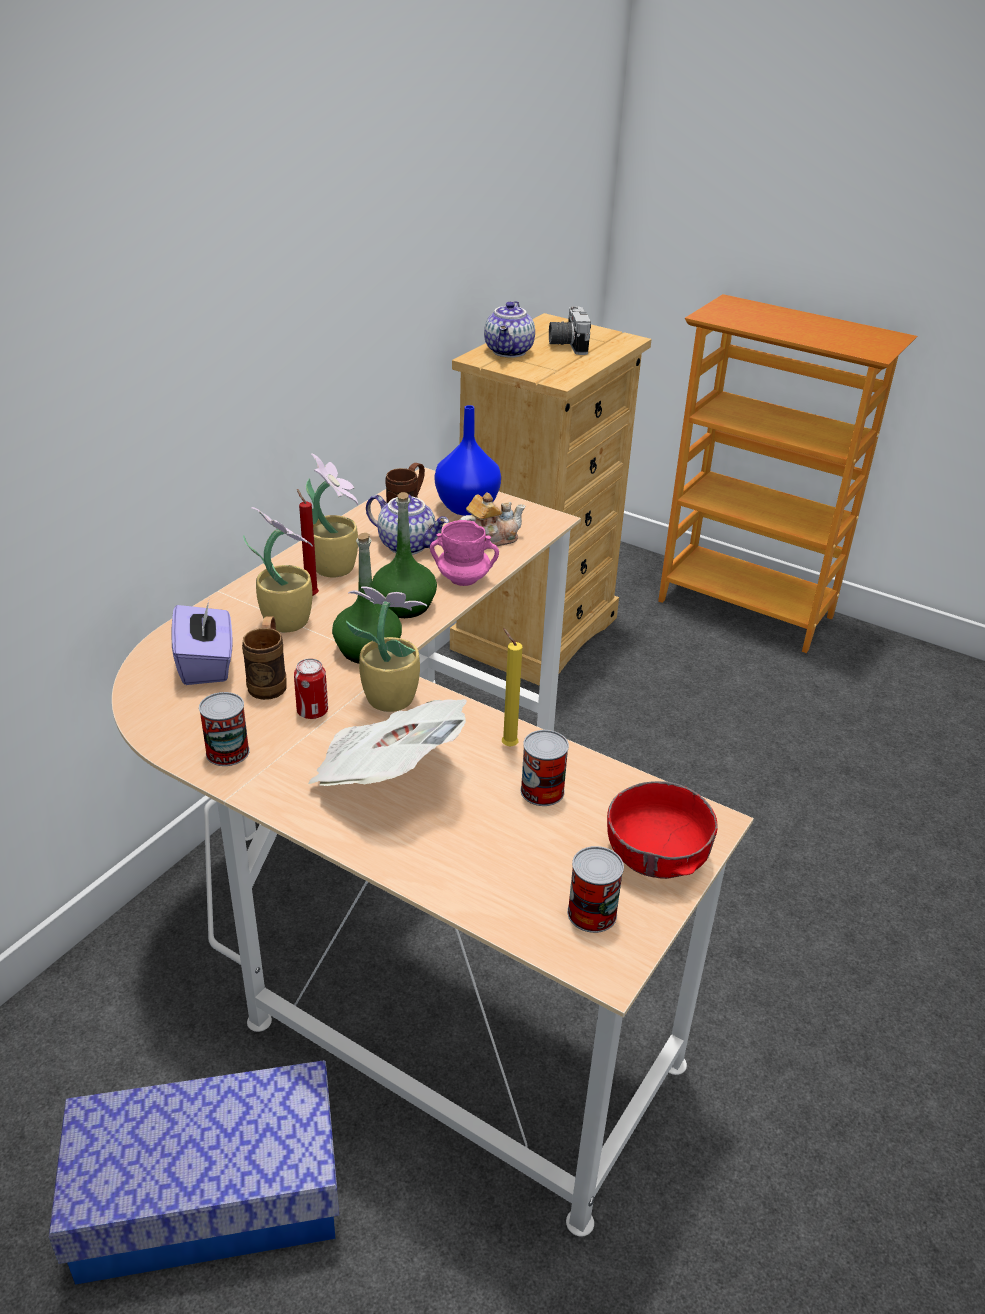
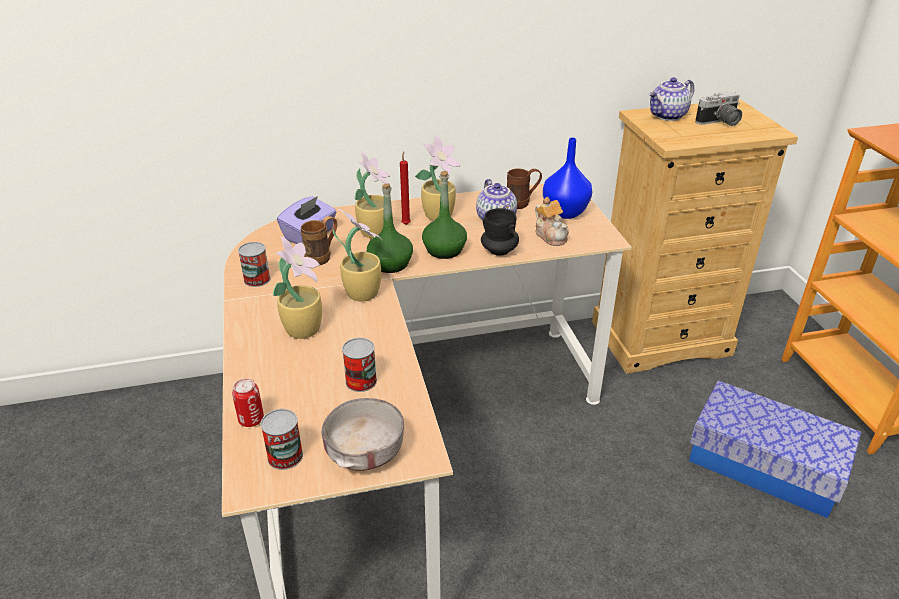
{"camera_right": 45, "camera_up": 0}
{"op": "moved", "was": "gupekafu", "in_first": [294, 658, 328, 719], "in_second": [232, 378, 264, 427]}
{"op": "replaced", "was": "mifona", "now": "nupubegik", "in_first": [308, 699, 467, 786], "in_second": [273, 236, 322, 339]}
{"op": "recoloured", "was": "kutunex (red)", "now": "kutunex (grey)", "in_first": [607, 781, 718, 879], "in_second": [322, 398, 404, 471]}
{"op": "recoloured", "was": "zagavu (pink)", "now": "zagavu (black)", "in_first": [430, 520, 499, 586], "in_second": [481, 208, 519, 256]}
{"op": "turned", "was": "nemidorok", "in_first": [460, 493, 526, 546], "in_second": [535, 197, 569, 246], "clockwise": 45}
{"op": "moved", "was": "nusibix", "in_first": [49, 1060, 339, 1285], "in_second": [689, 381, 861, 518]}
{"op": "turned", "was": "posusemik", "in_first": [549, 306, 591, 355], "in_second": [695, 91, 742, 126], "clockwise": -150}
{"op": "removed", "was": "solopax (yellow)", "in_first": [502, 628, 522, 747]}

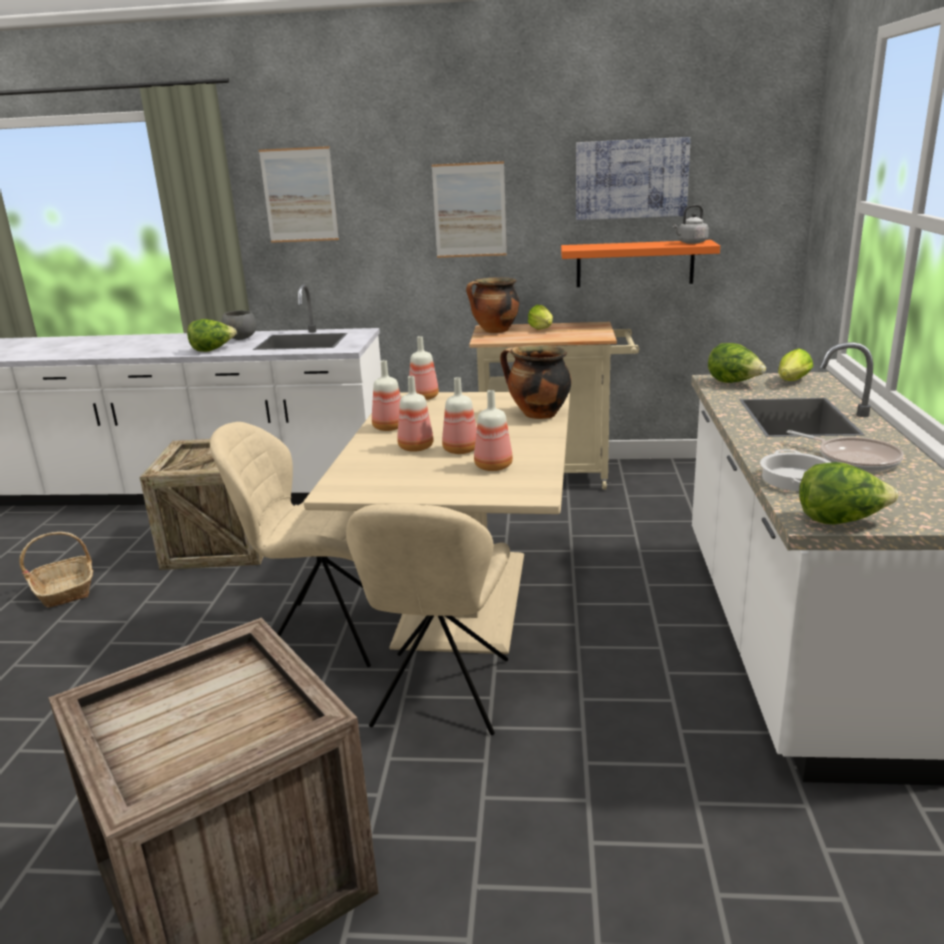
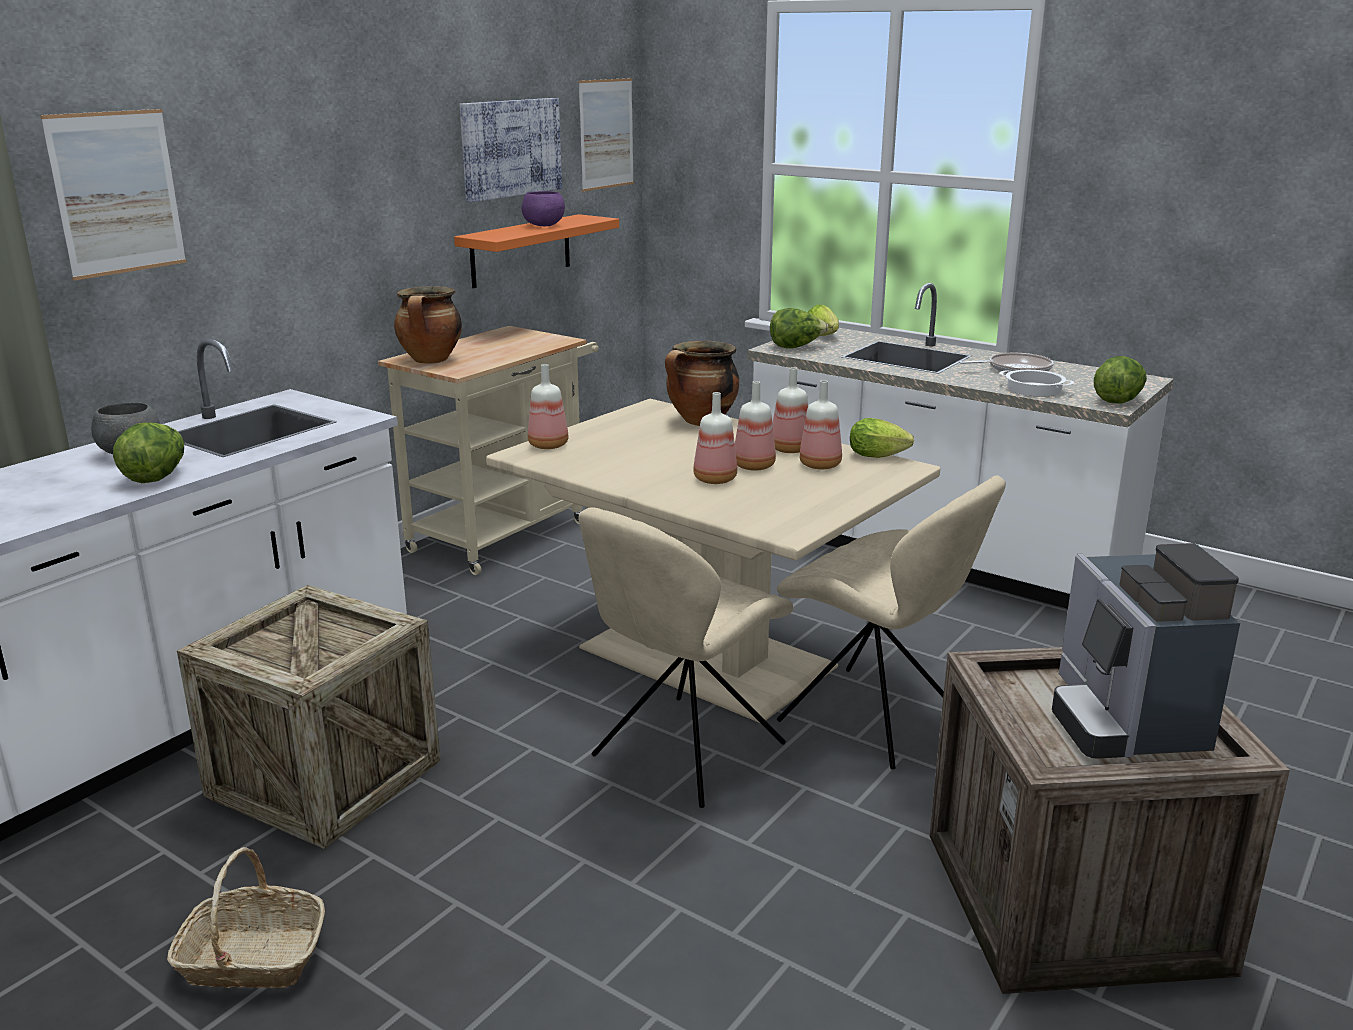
{"camera_right": -60, "camera_up": 0}
{"op": "added", "now": "kutunex (purple)", "in_second": [522, 191, 565, 226]}
{"op": "moved", "was": "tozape", "in_first": [432, 161, 507, 258], "in_second": [578, 78, 634, 192]}
{"op": "moved", "was": "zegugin", "in_first": [372, 360, 401, 431], "in_second": [772, 367, 808, 453]}
{"op": "moved", "was": "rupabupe", "in_first": [528, 305, 553, 330], "in_second": [850, 418, 914, 458]}
{"op": "added", "now": "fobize", "in_second": [1052, 543, 1240, 759]}
{"op": "removed", "was": "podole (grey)", "in_first": [672, 205, 709, 244]}

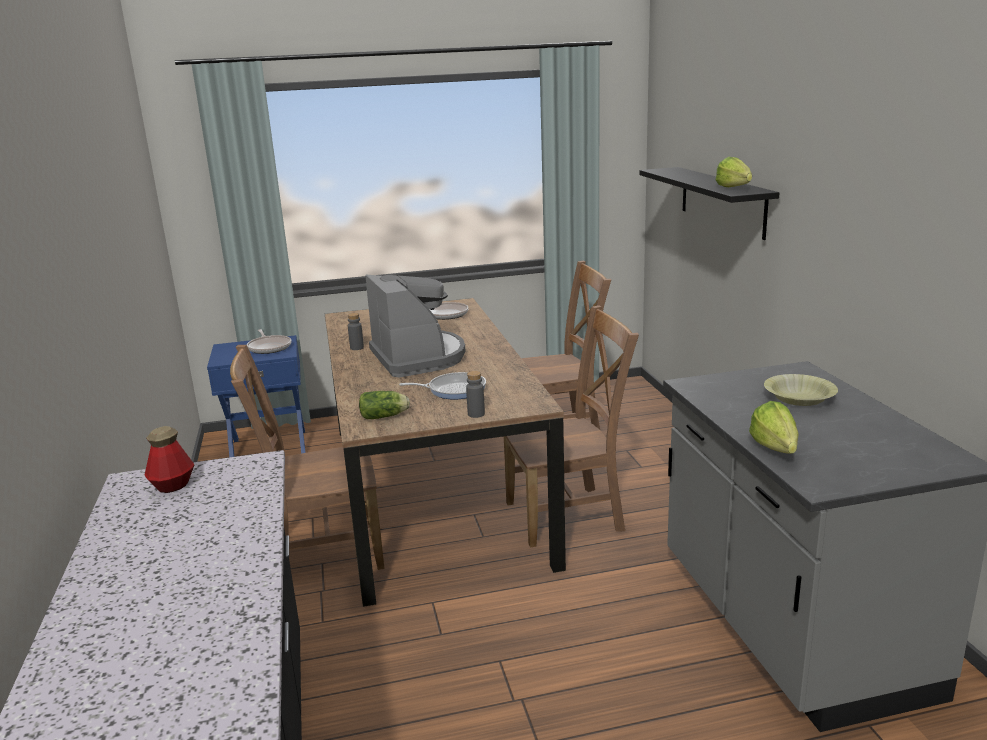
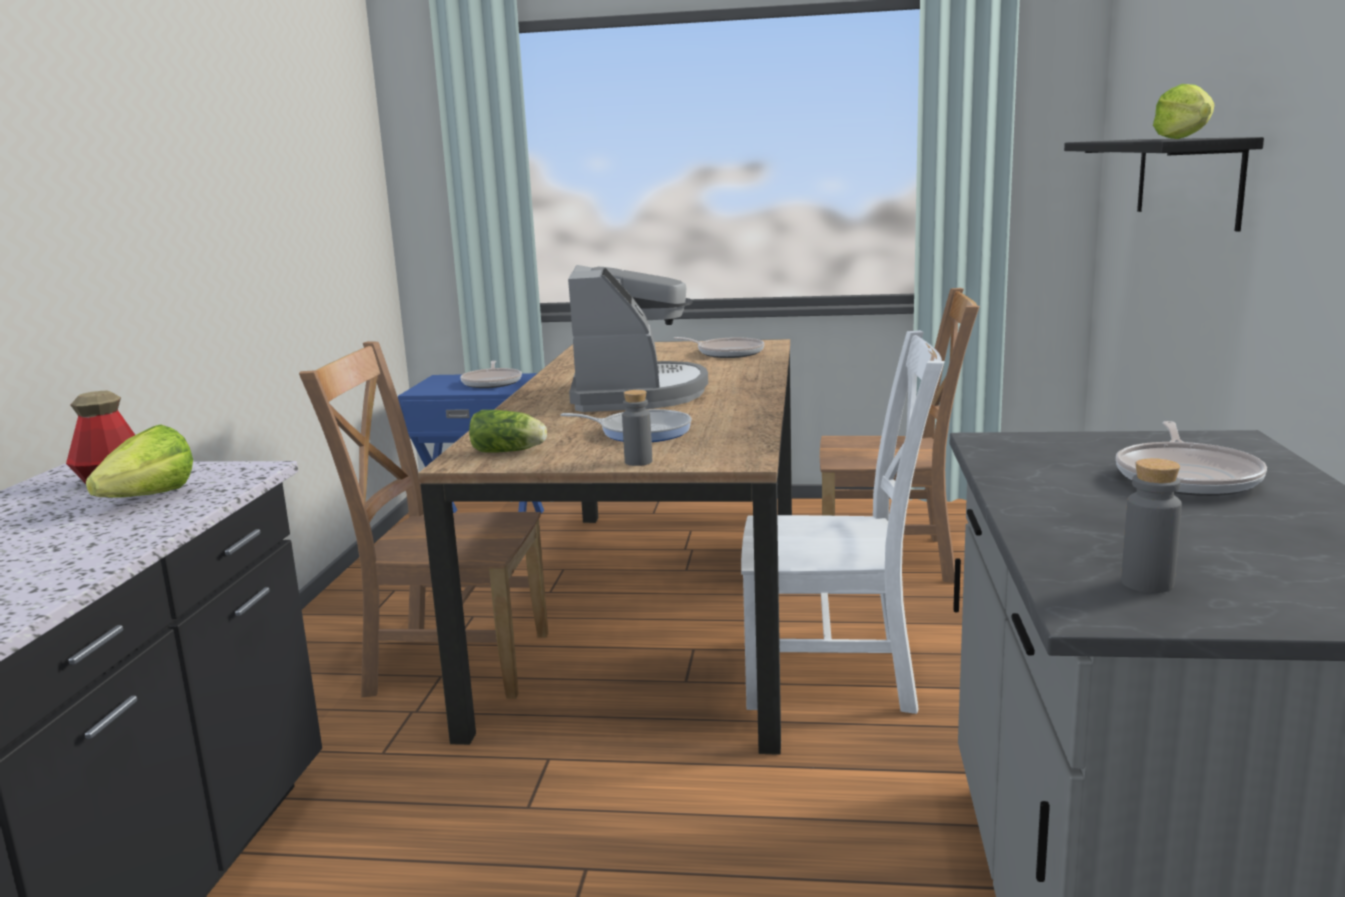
{"camera_right": 20, "camera_up": -5}
{"op": "moved", "was": "rupabupe", "in_first": [749, 401, 799, 454], "in_second": [86, 424, 193, 498]}
{"op": "recoloured", "was": "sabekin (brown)", "now": "sabekin (white)", "in_first": [504, 305, 639, 548], "in_second": [741, 330, 945, 714]}
{"op": "replaced", "was": "kutunex (yellow)", "now": "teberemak", "in_first": [764, 374, 838, 406], "in_second": [1116, 421, 1267, 496]}
{"op": "moved", "was": "zegugin (grey)", "in_first": [348, 313, 364, 350], "in_second": [1121, 458, 1182, 593]}

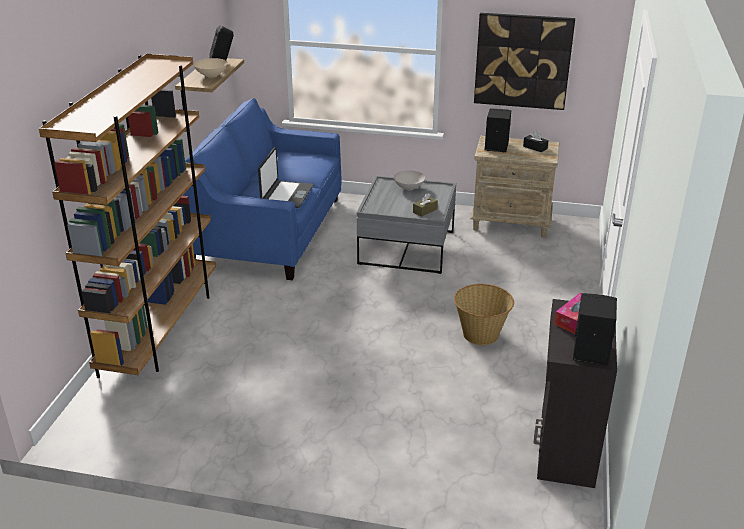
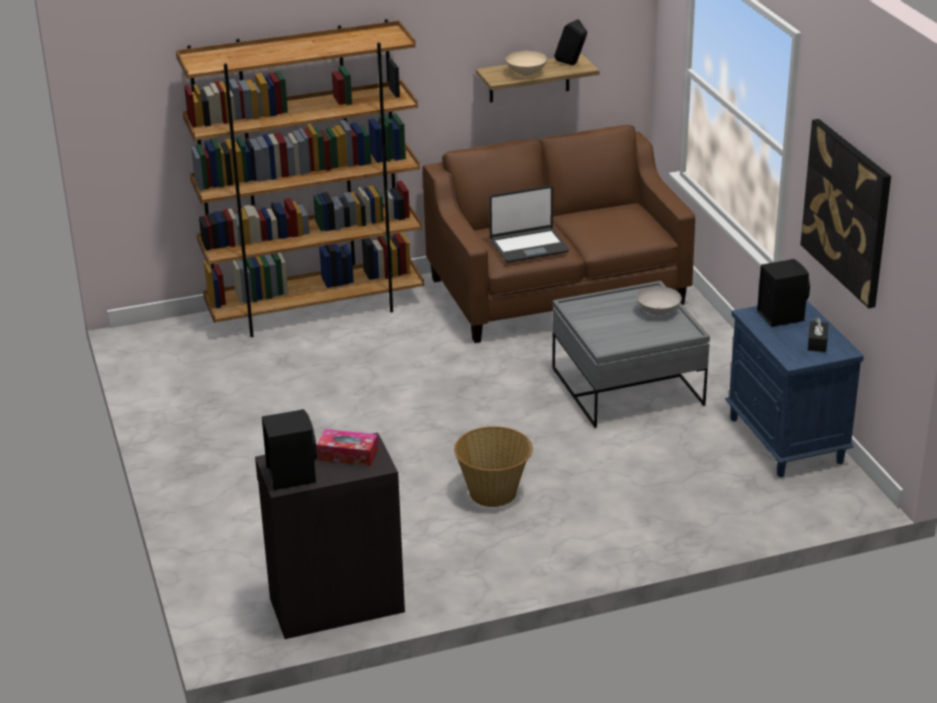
{"camera_right": 60, "camera_up": 0}
{"op": "recoloured", "was": "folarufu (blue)", "now": "folarufu (brown)", "in_first": [183, 98, 342, 280], "in_second": [423, 125, 695, 343]}
{"op": "recoloured", "was": "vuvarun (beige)", "now": "vuvarun (blue)", "in_first": [470, 136, 559, 238], "in_second": [725, 300, 864, 477]}
{"op": "removed", "was": "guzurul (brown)", "in_first": [413, 193, 438, 217]}

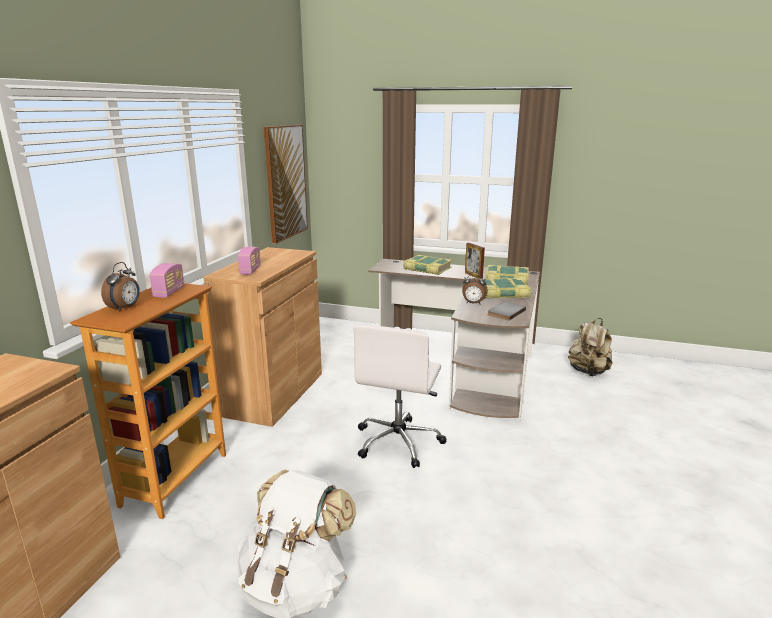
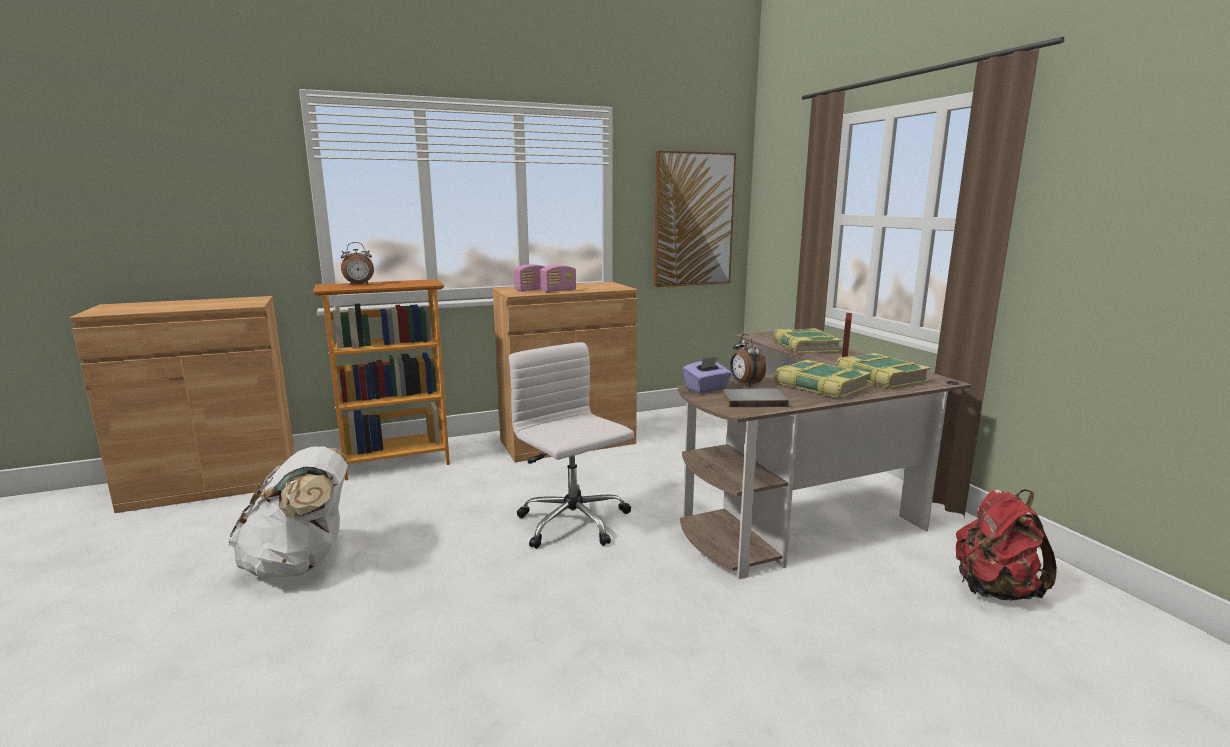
{"camera_right": 50, "camera_up": -5}
{"op": "turned", "was": "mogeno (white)", "in_first": [354, 325, 447, 468], "in_second": [509, 342, 634, 549], "clockwise": 75}
{"op": "moved", "was": "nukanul", "in_first": [150, 263, 184, 298], "in_second": [540, 265, 576, 292]}
{"op": "added", "now": "guzurul (purple)", "in_second": [683, 356, 732, 394]}
{"op": "recoloured", "was": "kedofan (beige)", "now": "kedofan (red)", "in_first": [568, 318, 613, 376], "in_second": [956, 489, 1057, 600]}

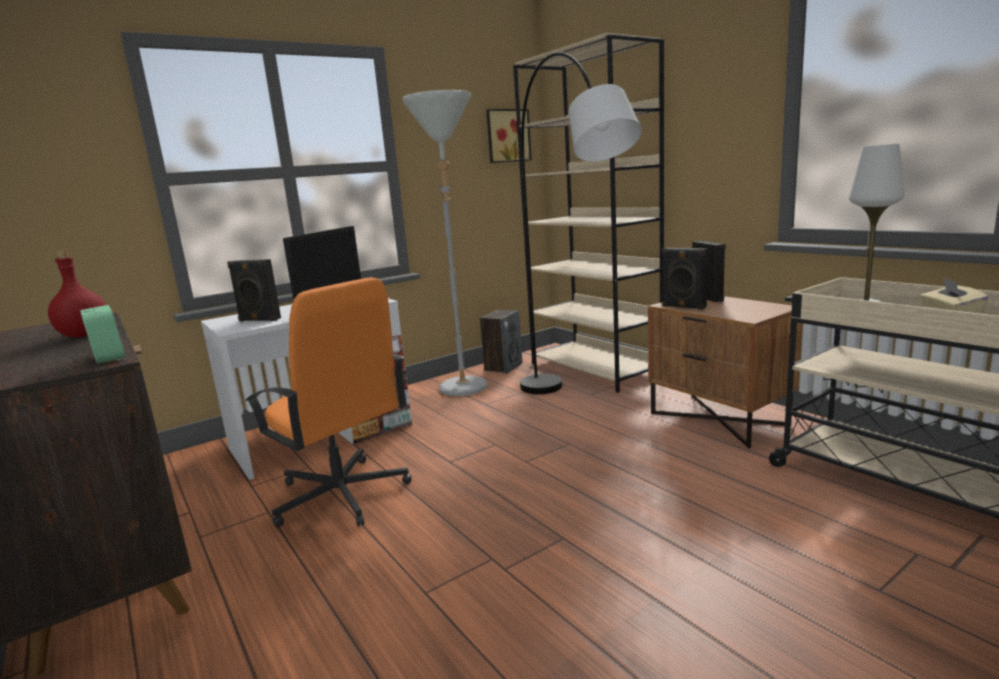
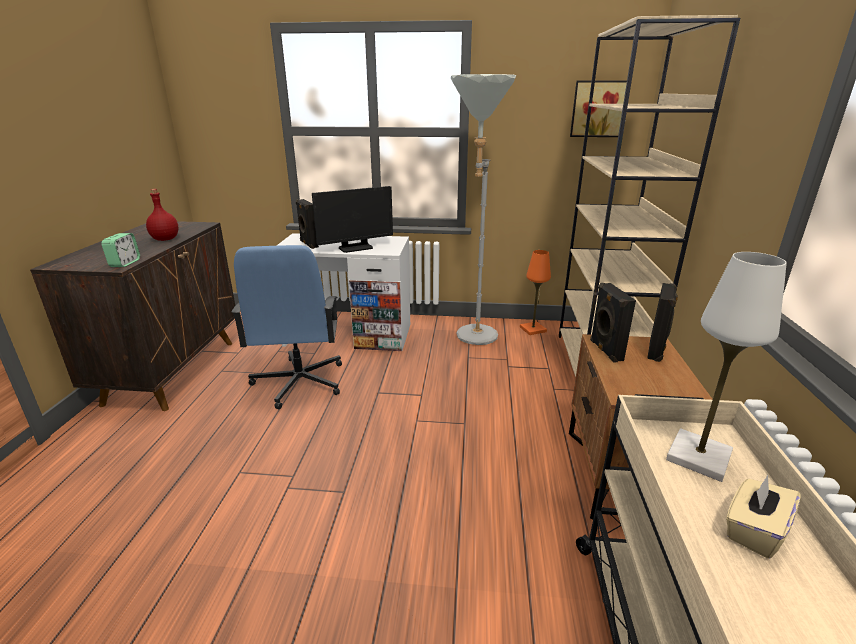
{"camera_right": 40, "camera_up": 10}
{"op": "recoloured", "was": "mogeno (orange)", "now": "mogeno (blue)", "in_first": [245, 277, 412, 527], "in_second": [232, 245, 342, 409]}
{"op": "replaced", "was": "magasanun", "now": "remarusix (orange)", "in_first": [480, 310, 522, 374], "in_second": [520, 250, 551, 335]}
{"op": "removed", "was": "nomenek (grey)", "in_first": [520, 52, 642, 394]}

